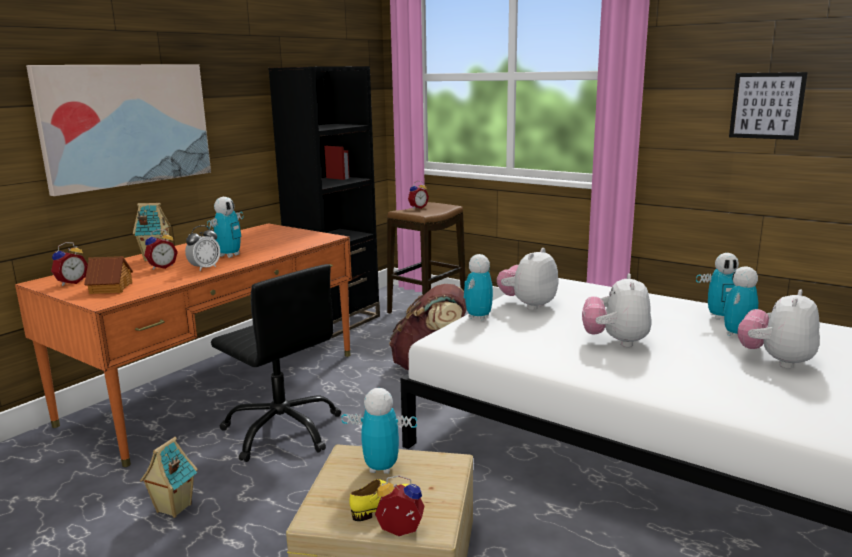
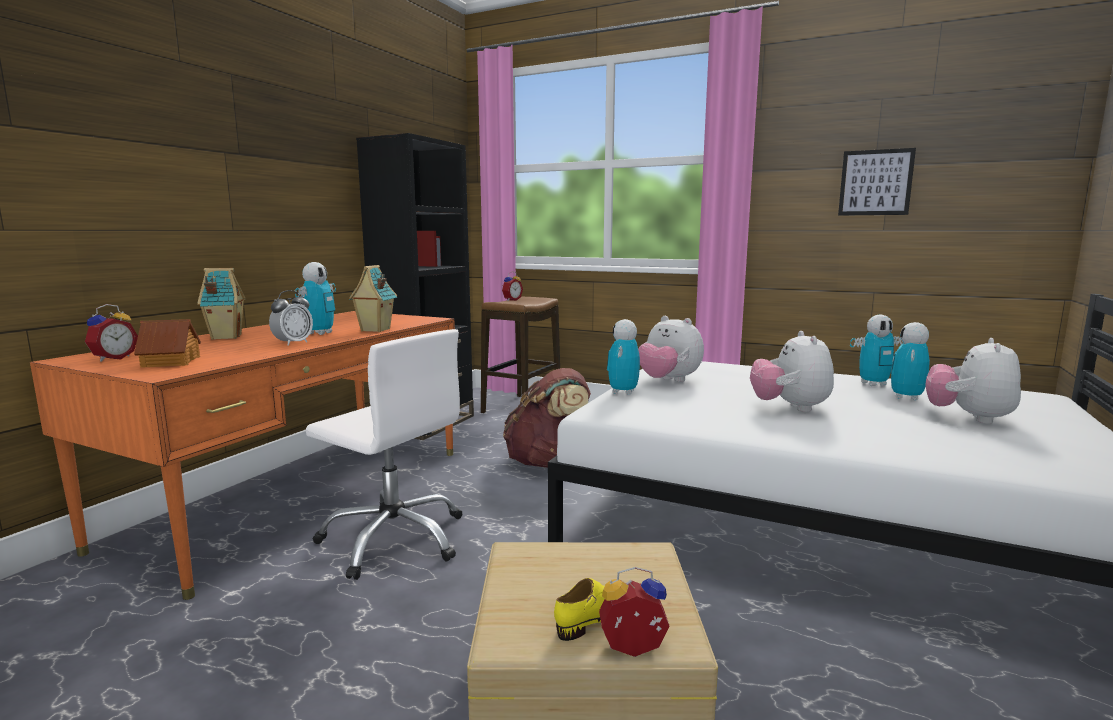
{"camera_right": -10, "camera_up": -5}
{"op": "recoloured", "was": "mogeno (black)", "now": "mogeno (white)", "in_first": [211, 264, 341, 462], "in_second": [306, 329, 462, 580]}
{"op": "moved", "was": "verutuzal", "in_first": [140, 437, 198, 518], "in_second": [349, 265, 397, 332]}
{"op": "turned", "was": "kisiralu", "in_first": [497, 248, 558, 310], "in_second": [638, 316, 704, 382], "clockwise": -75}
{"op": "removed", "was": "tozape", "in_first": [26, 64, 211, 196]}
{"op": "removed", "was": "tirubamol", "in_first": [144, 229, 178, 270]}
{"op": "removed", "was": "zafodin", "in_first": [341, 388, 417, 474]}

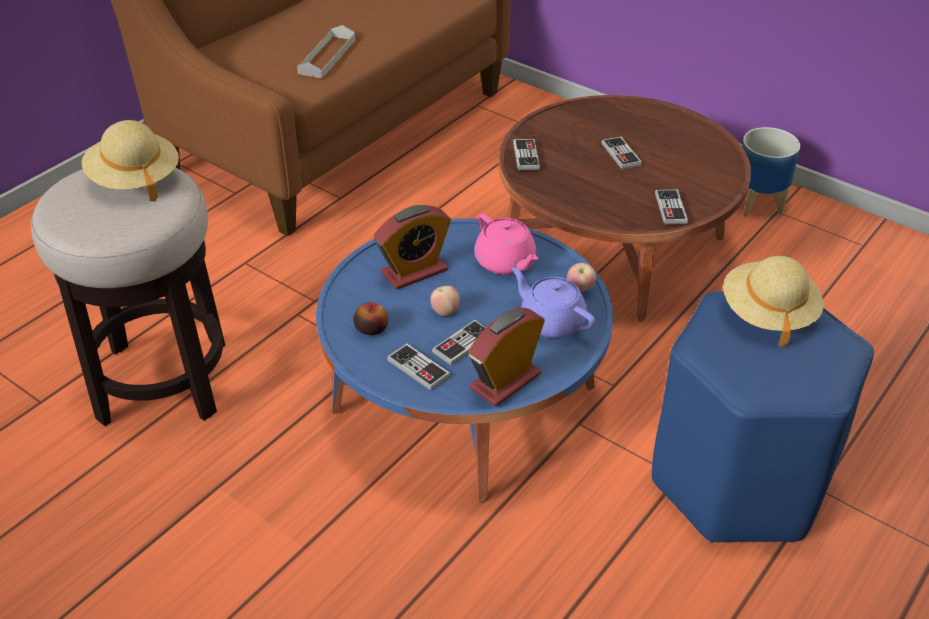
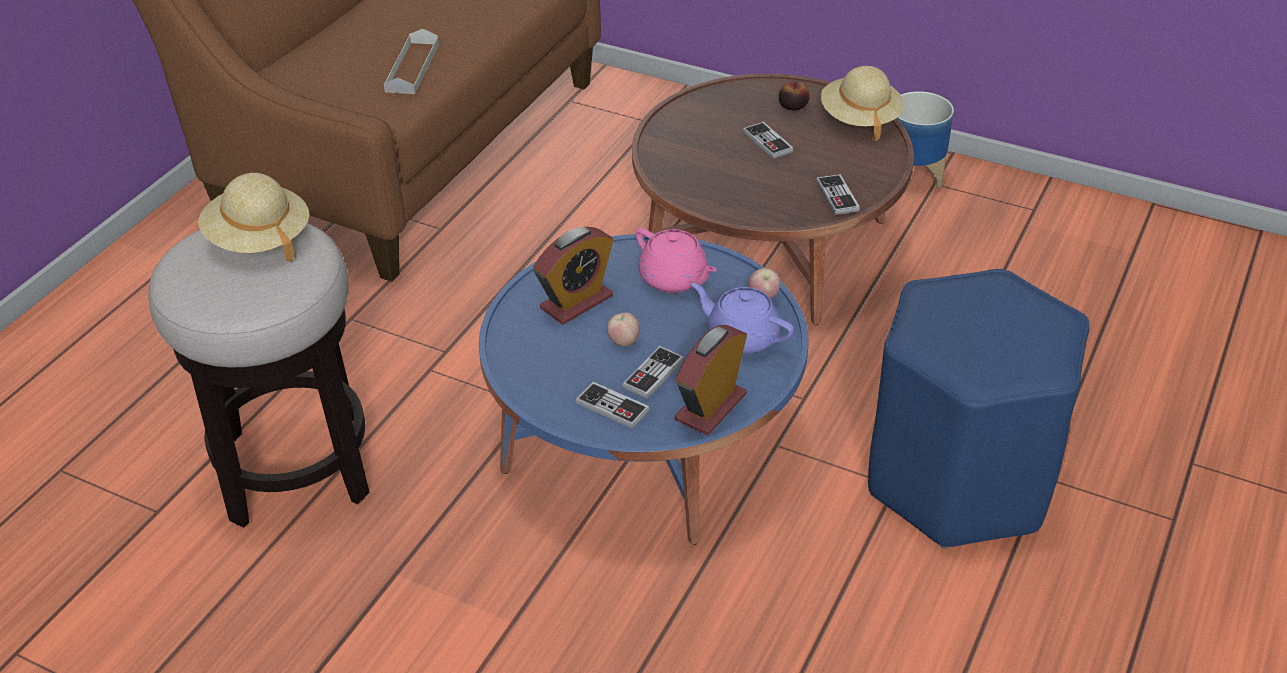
{"camera_right": -10, "camera_up": 0}
{"op": "moved", "was": "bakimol", "in_first": [353, 302, 388, 335], "in_second": [779, 82, 810, 110]}
{"op": "moved", "was": "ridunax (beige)", "in_first": [723, 256, 824, 347], "in_second": [821, 66, 904, 141]}
{"op": "removed", "was": "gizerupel", "in_first": [513, 139, 540, 171]}

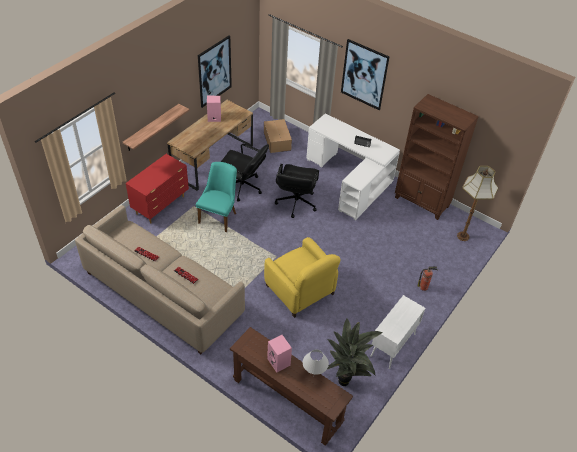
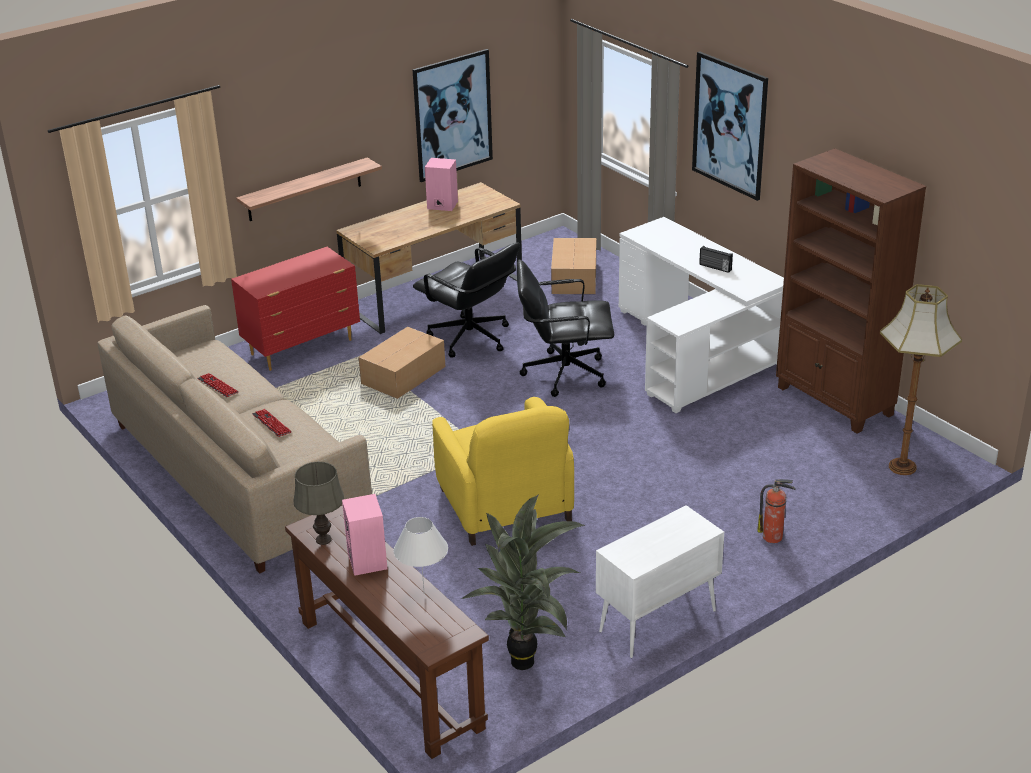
{"camera_right": 20, "camera_up": -15}
{"op": "added", "now": "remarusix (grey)", "in_second": [293, 462, 344, 545]}
{"op": "replaced", "was": "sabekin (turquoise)", "now": "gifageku", "in_first": [196, 162, 237, 232], "in_second": [359, 327, 445, 399]}
{"op": "turned", "was": "mogeno (black)", "in_first": [275, 164, 319, 218], "in_second": [517, 259, 614, 397], "clockwise": 60}

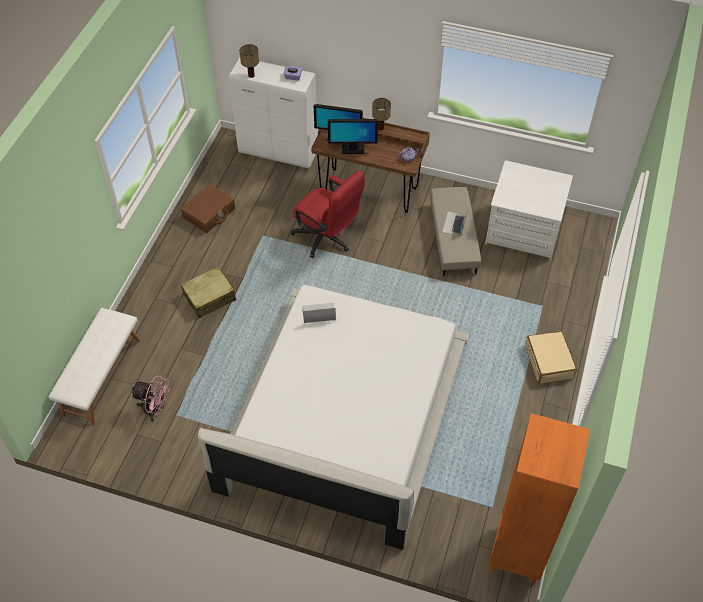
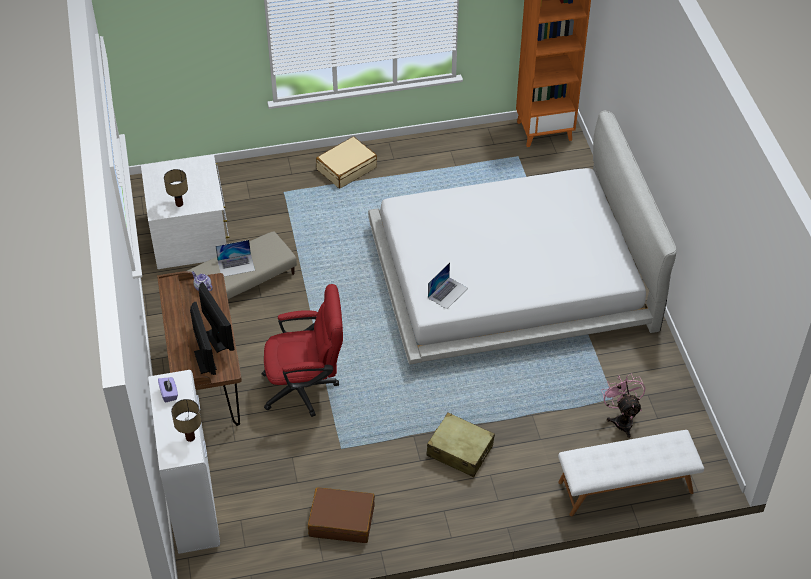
{"camera_right": -120, "camera_up": -5}
{"op": "moved", "was": "remarusix", "in_first": [372, 98, 391, 130], "in_second": [164, 169, 188, 207]}
{"op": "turned", "was": "mogeno (red)", "in_first": [291, 171, 365, 258], "in_second": [261, 284, 343, 417], "clockwise": 75}
{"op": "turned", "was": "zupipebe", "in_first": [302, 303, 336, 323], "in_second": [428, 262, 468, 309], "clockwise": -105}

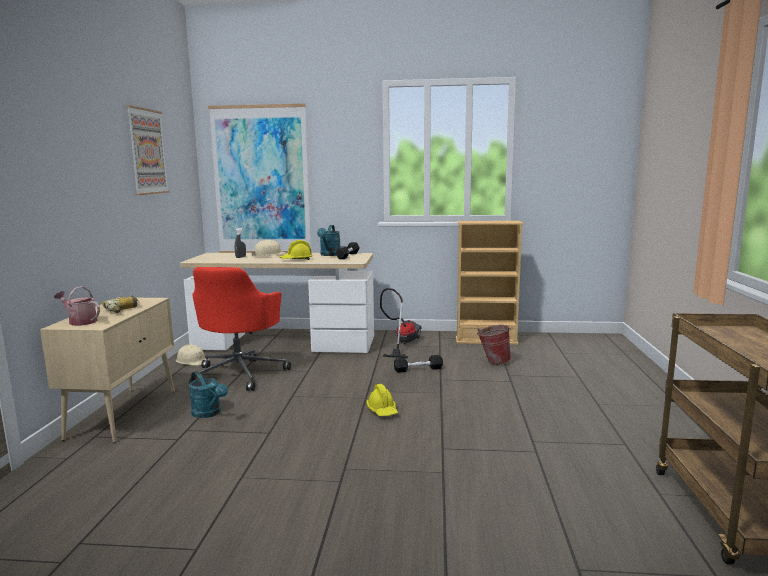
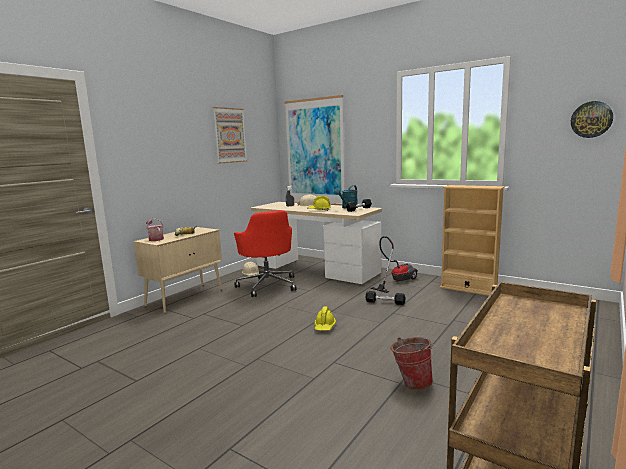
{"camera_right": 30, "camera_up": 0}
{"op": "turned", "was": "mogeno (red)", "in_first": [189, 267, 291, 391], "in_second": [234, 210, 297, 297], "clockwise": -60}
{"op": "moved", "was": "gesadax", "in_first": [477, 325, 512, 365], "in_second": [390, 337, 434, 390]}
{"op": "added", "now": "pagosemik", "in_second": [571, 101, 613, 138]}
{"op": "removed", "was": "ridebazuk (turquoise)", "in_first": [189, 371, 228, 418]}

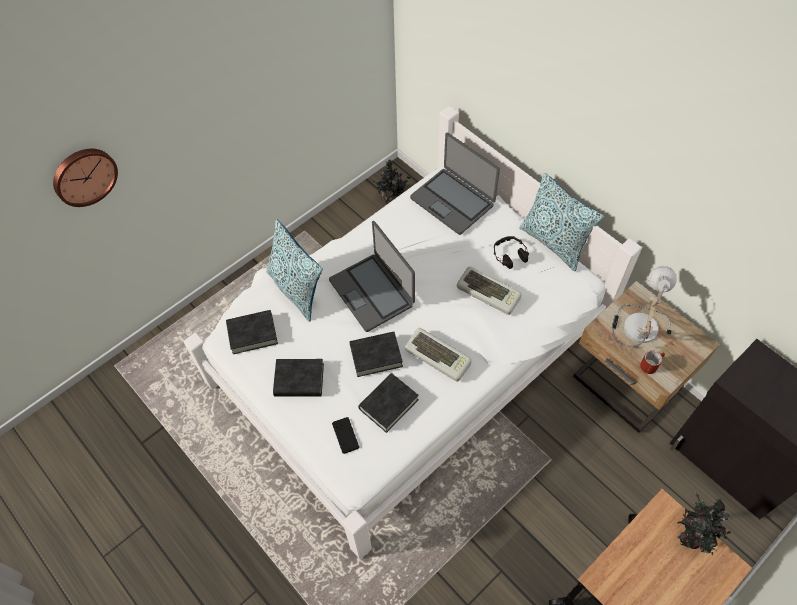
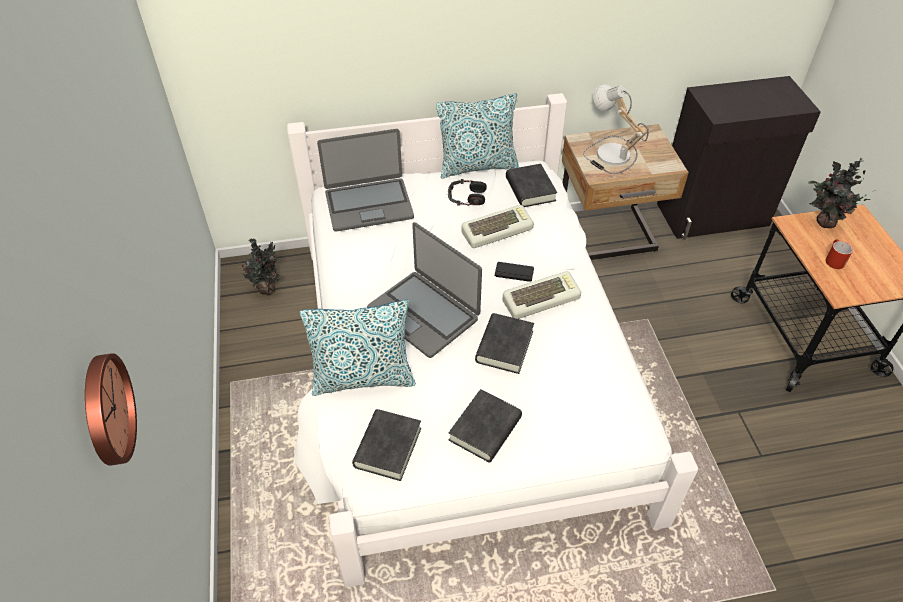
{"camera_right": -60, "camera_up": -10}
{"op": "turned", "was": "zupipebe", "in_first": [329, 221, 415, 332], "in_second": [367, 222, 482, 358], "clockwise": 45}
{"op": "moved", "was": "gizerupel (black)", "in_first": [332, 417, 359, 454], "in_second": [495, 262, 534, 282]}
{"op": "moved", "was": "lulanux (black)", "in_first": [358, 373, 419, 433], "in_second": [506, 164, 557, 207]}
{"op": "moved", "was": "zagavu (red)", "in_first": [640, 350, 665, 374], "in_second": [825, 239, 853, 269]}

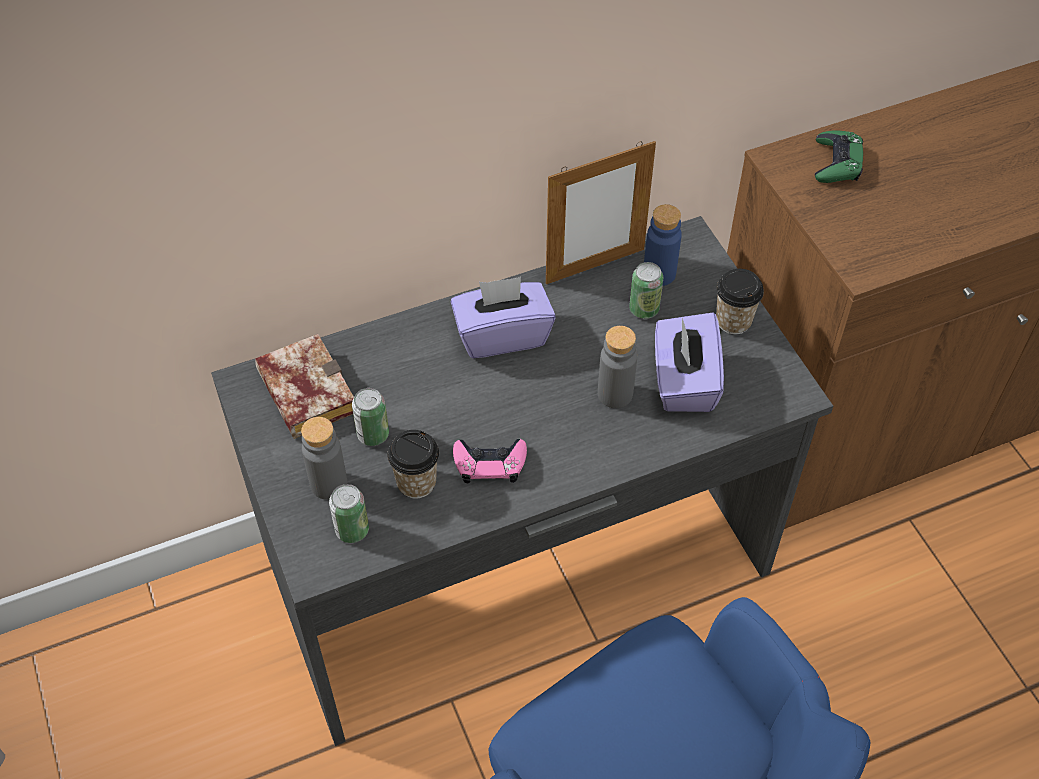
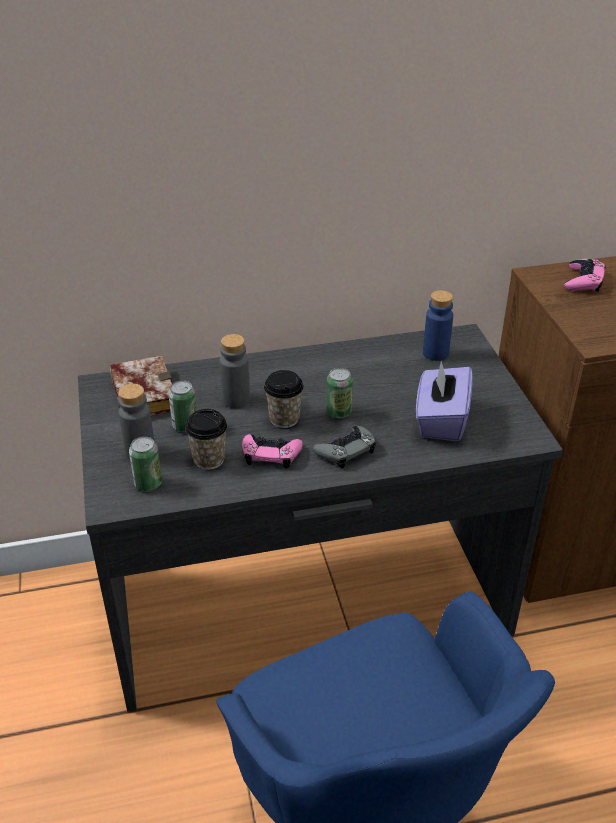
{"camera_right": 10, "camera_up": -15}
{"op": "moved", "was": "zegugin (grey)", "in_first": [598, 326, 637, 408], "in_second": [220, 334, 250, 408]}
{"op": "moved", "was": "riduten", "in_first": [716, 269, 764, 335], "in_second": [264, 370, 304, 428]}
{"op": "added", "now": "gizerupel (grey)", "in_second": [313, 426, 376, 468]}
{"op": "moved", "was": "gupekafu", "in_first": [629, 262, 663, 319], "in_second": [326, 368, 353, 418]}
{"op": "recoloured", "was": "gizerupel (green)", "now": "gizerupel (pink)", "in_first": [815, 130, 863, 183], "in_second": [564, 259, 606, 292]}
{"op": "removed", "was": "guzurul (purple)", "in_first": [451, 277, 556, 358]}
{"op": "removed", "was": "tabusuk", "in_first": [546, 141, 656, 284]}

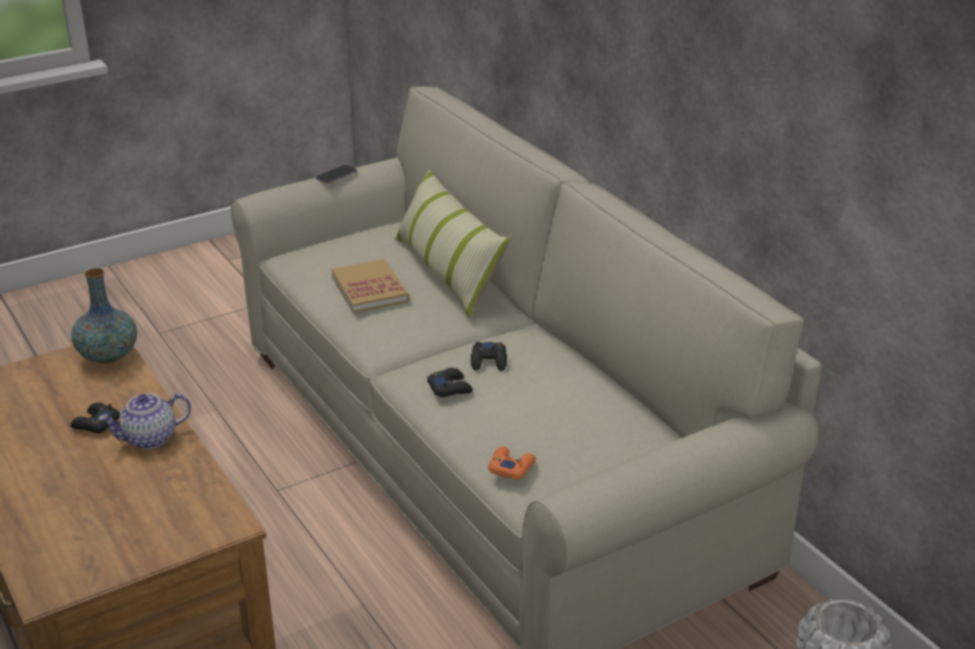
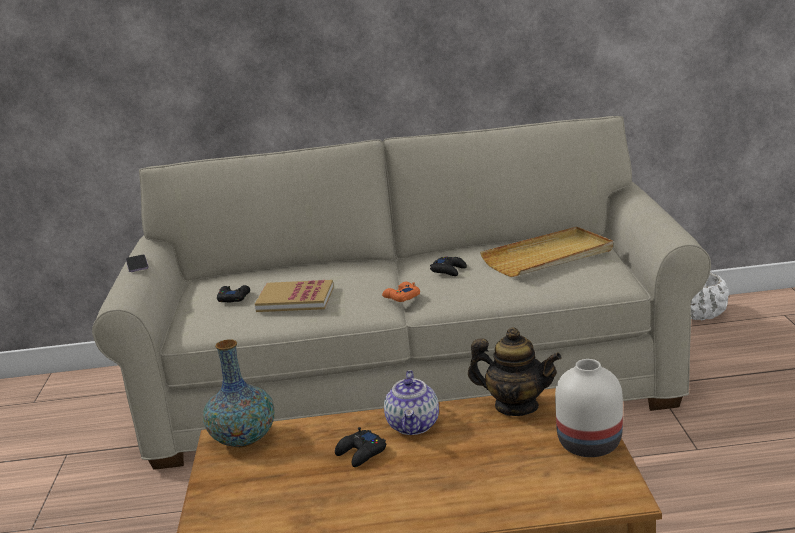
{"camera_right": -60, "camera_up": -10}
{"op": "moved", "was": "gizerupel (black)", "in_first": [427, 368, 473, 397], "in_second": [217, 285, 250, 303]}
{"op": "moved", "was": "gizerupel (orange)", "in_first": [488, 447, 536, 480], "in_second": [382, 282, 420, 302]}
{"op": "added", "now": "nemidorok", "in_second": [468, 327, 562, 416]}
{"op": "added", "now": "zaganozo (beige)", "in_second": [480, 227, 613, 277]}
{"op": "added", "now": "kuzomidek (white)", "in_second": [555, 359, 623, 457]}
{"op": "removed", "was": "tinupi", "in_first": [394, 170, 510, 318]}

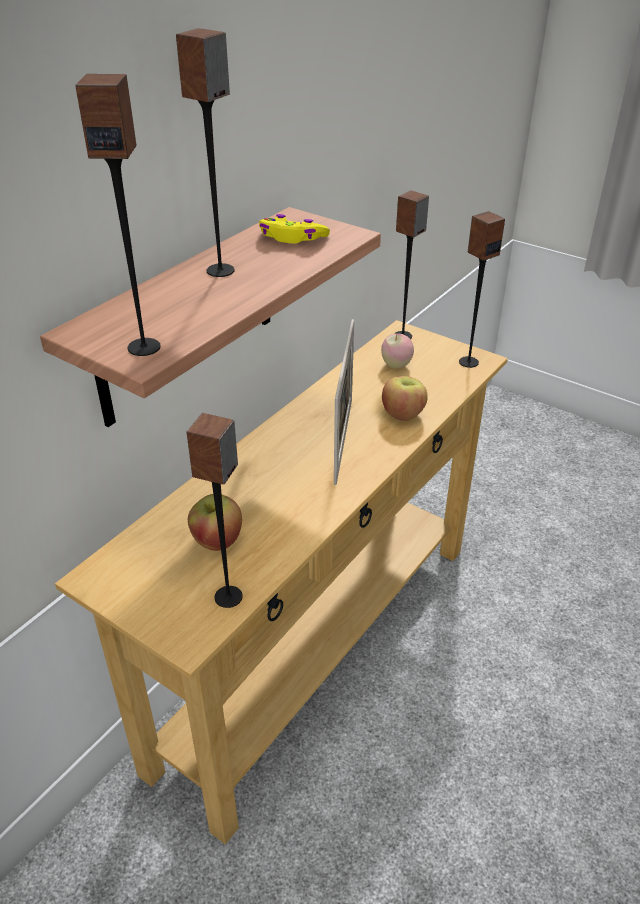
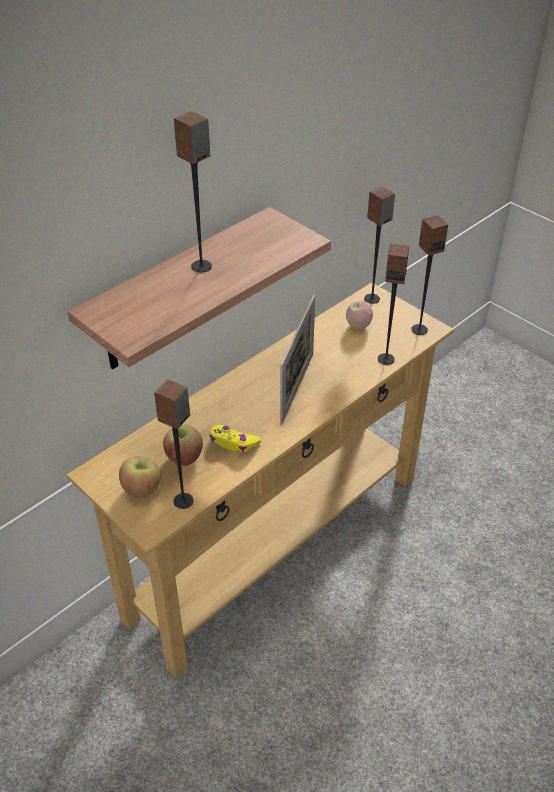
{"camera_right": 10, "camera_up": 5}
{"op": "moved", "was": "bakimol", "in_first": [382, 376, 428, 421], "in_second": [119, 456, 161, 498]}
{"op": "moved", "was": "gizerupel (yellow)", "in_first": [259, 214, 330, 244], "in_second": [209, 425, 261, 452]}
{"op": "moved", "was": "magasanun", "in_first": [75, 74, 161, 356], "in_second": [378, 244, 409, 365]}

